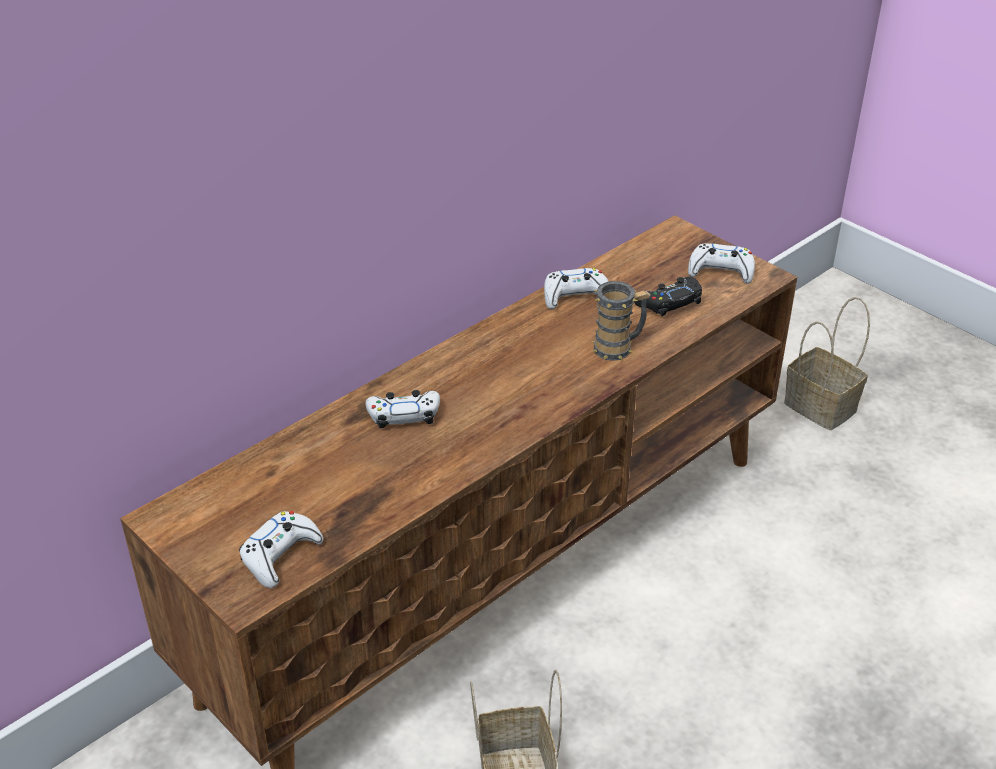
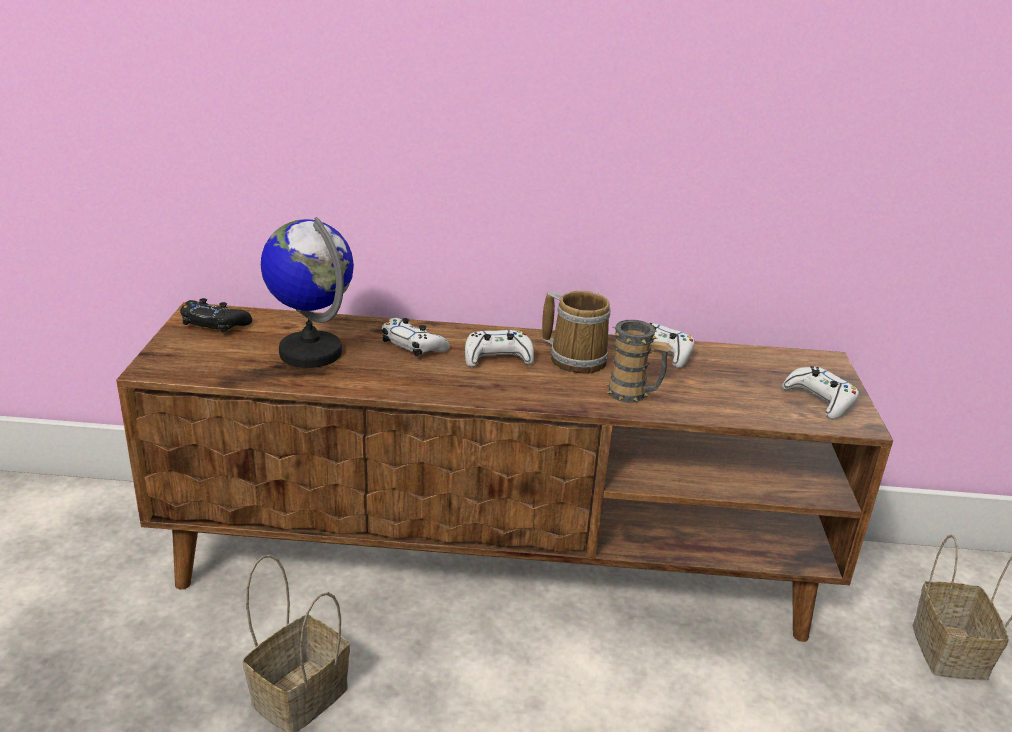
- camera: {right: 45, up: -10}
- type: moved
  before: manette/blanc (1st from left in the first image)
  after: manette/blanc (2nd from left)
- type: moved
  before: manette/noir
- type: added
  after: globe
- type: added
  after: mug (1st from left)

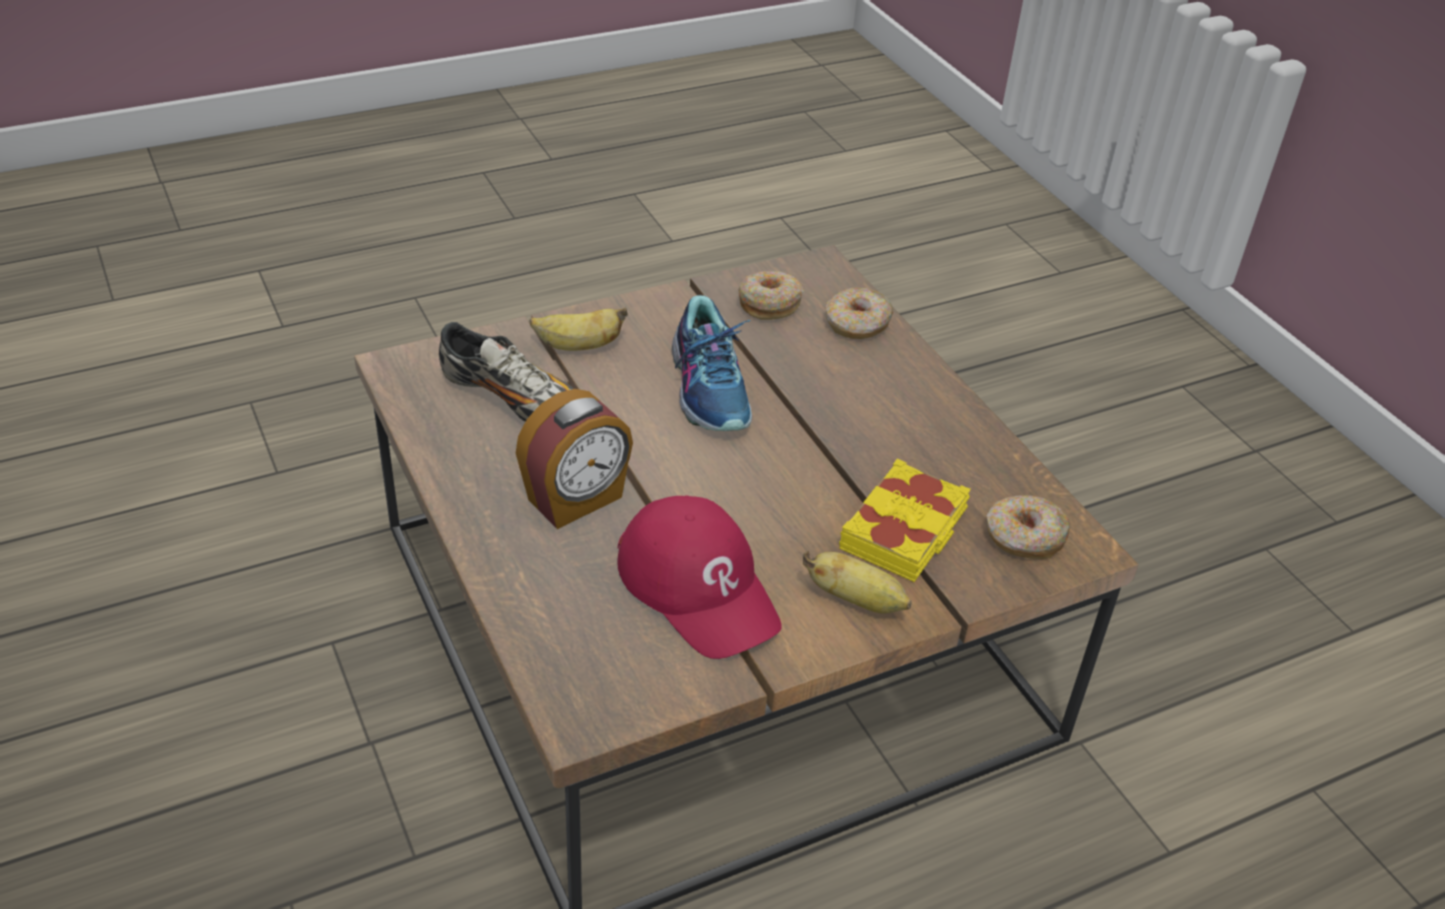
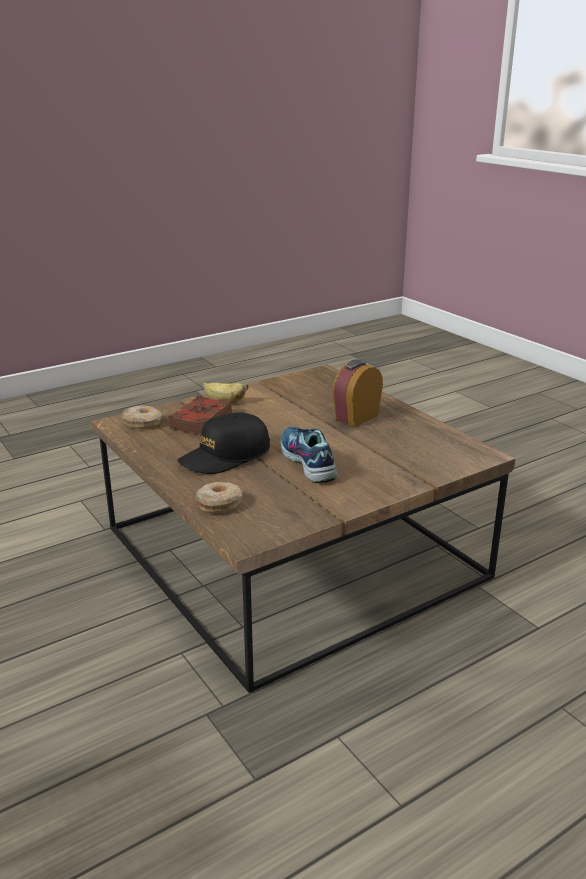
- camera: {right: 175, up: -15}
- type: removed
  before: chaussure (1st from left)
- type: removed
  before: banane (1st from left)
- type: removed
  before: casquette/rouge
- type: removed
  before: beignet (1st from left)
- type: recoloured
  before: livre/jaune
  after: livre/marron
- type: added
  after: casquette/noir

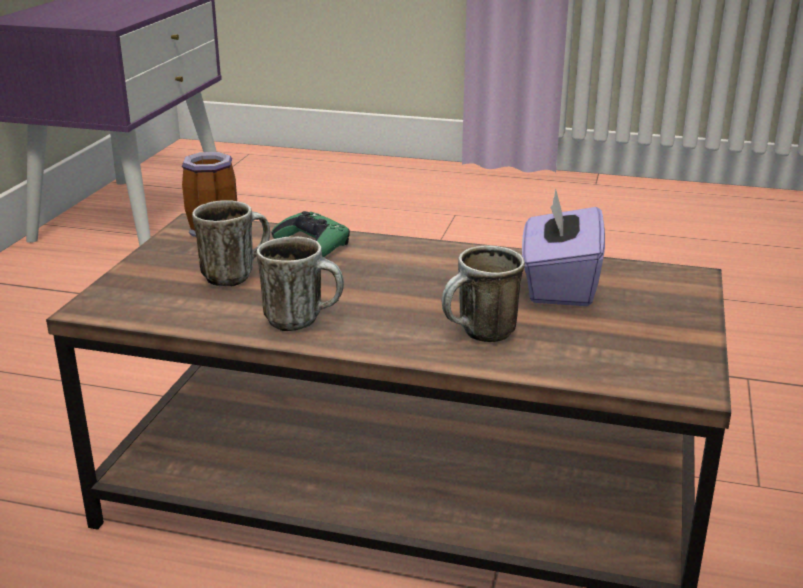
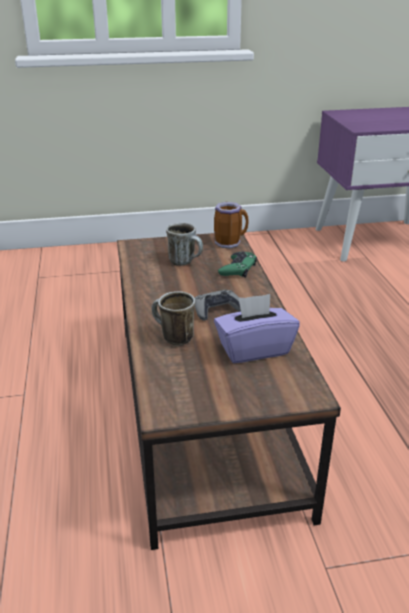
- camera: {right: 65, up: 5}
- type: removed
  before: mug (3rd from left)
- type: added
  after: manette/gris

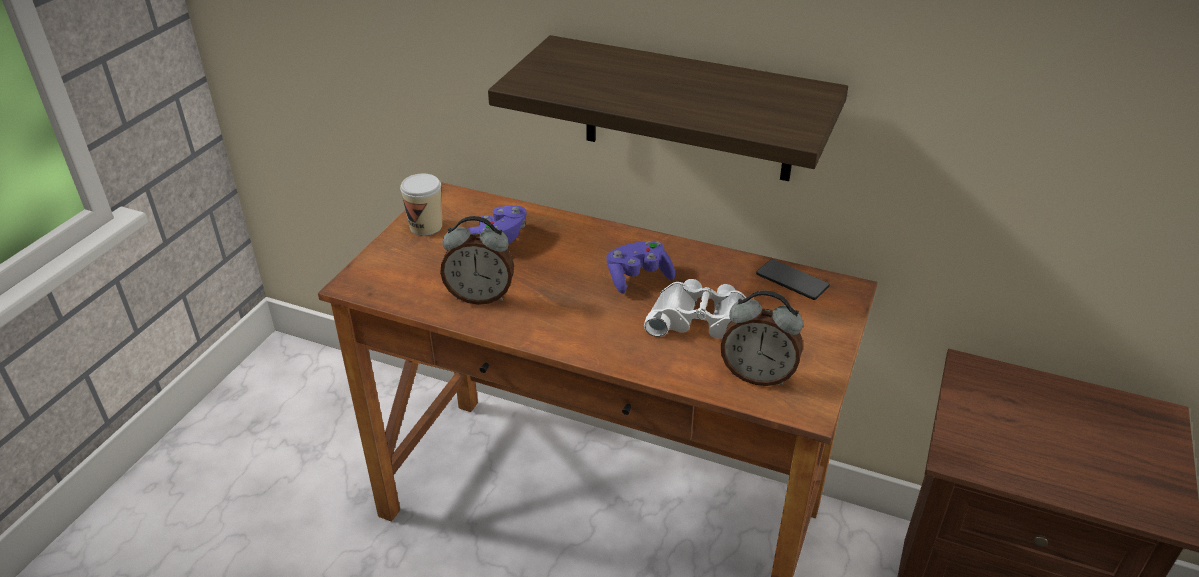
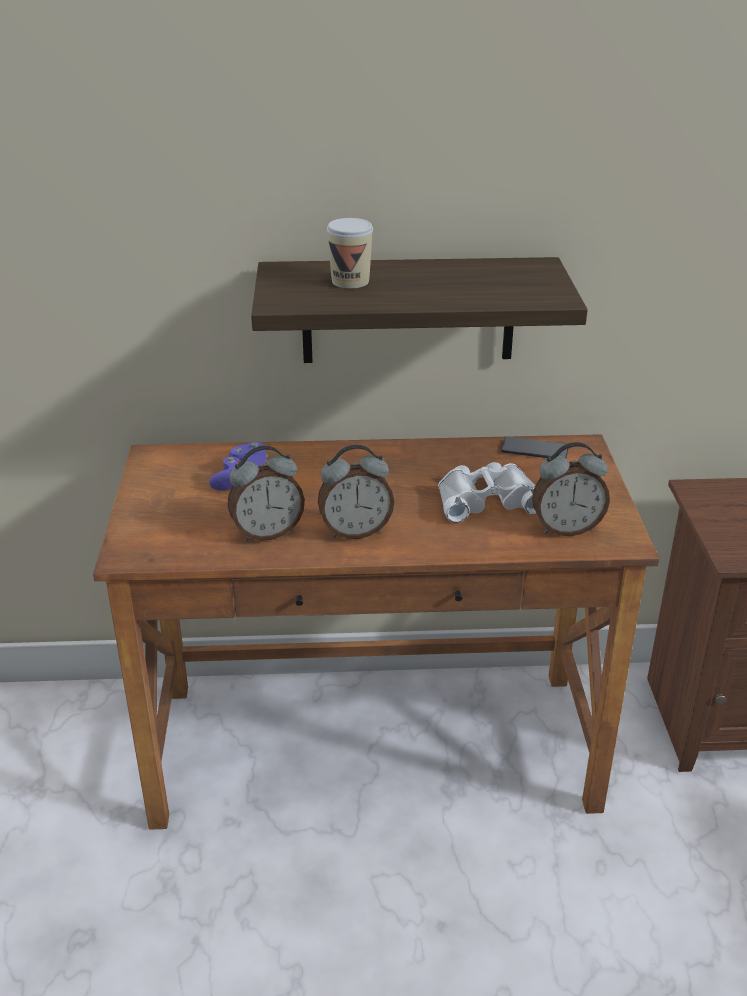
- camera: {right: -25, up: -5}
- type: moved
  before: tasse
- type: removed
  before: manette/violet (2nd from left)
- type: added
  after: réveil (2nd from left)

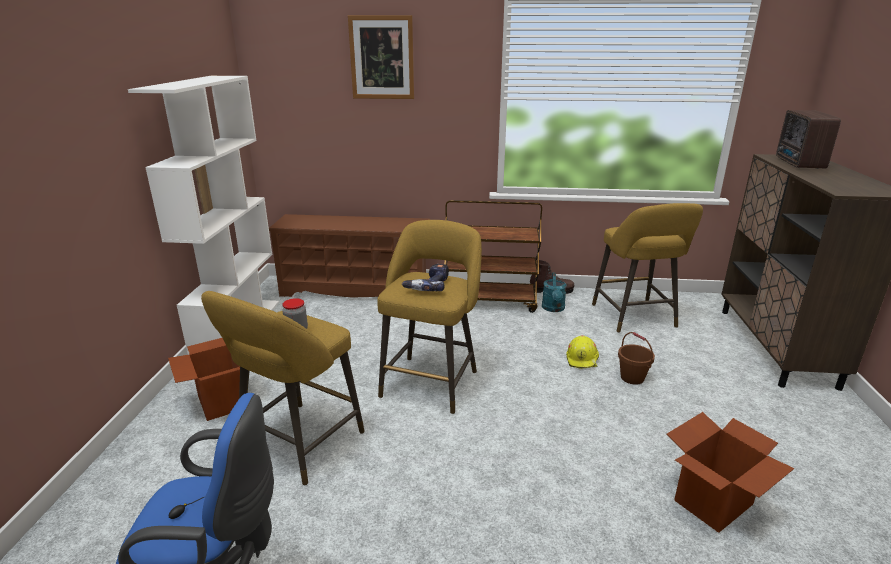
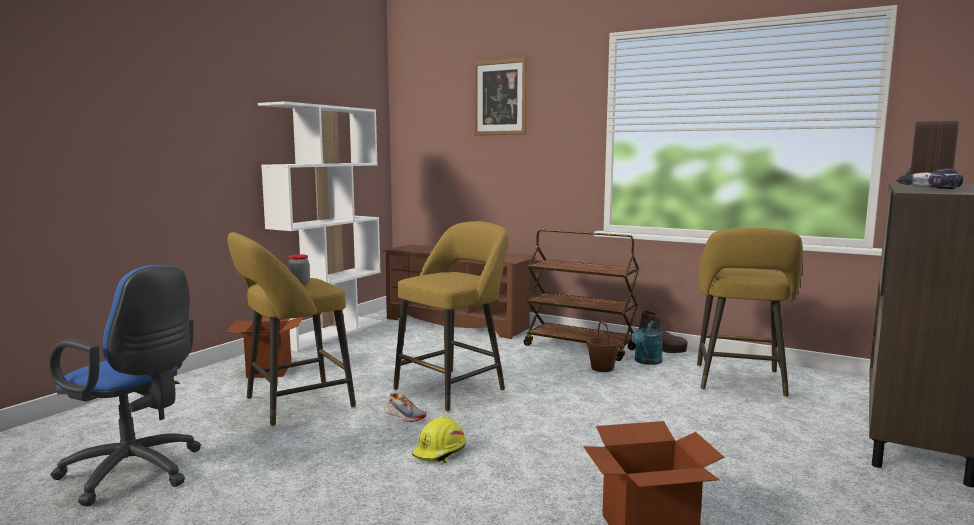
- camera: {right: 25, up: -15}
- type: moved
  before: perceuse
- type: moved
  before: casque de chantier/jaune
- type: moved
  before: seau/marron
- type: added
  after: chaussure

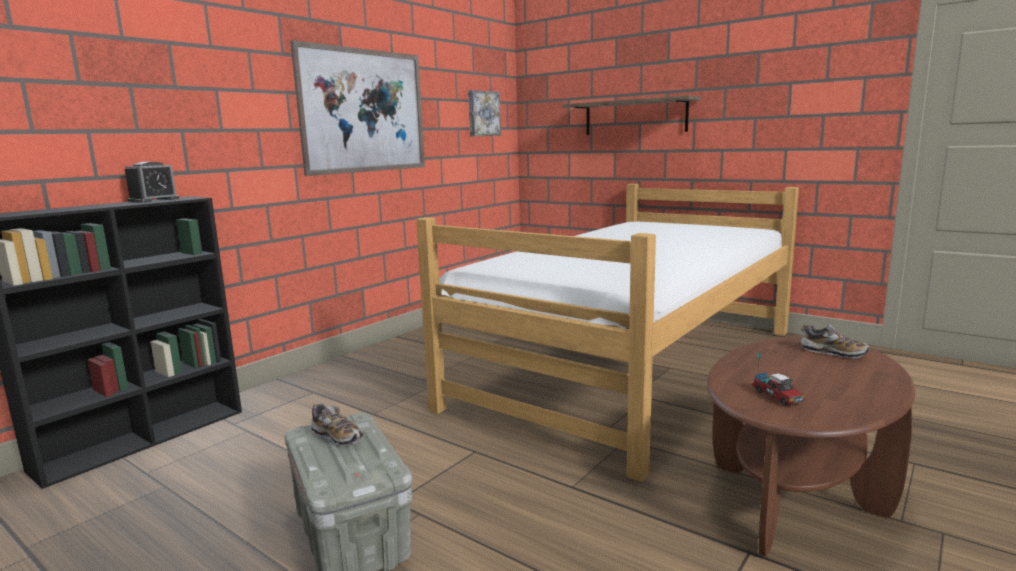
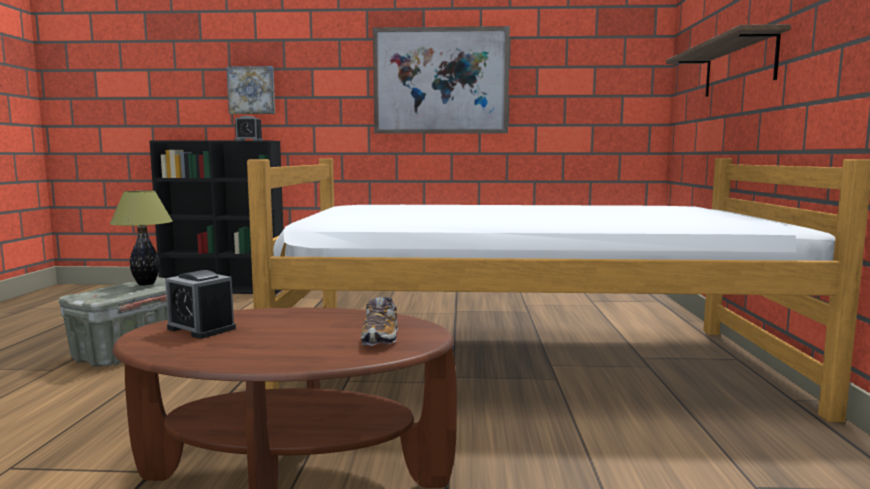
- camera: {right: 55, up: -5}
- type: replaced
  before: chaussure (1st from left)
  after: lampe de table
- type: moved
  before: tableau (2nd from left in the first image)
  after: tableau (1st from left)
- type: replaced
  before: camion jouet
  after: réveil (1st from left)

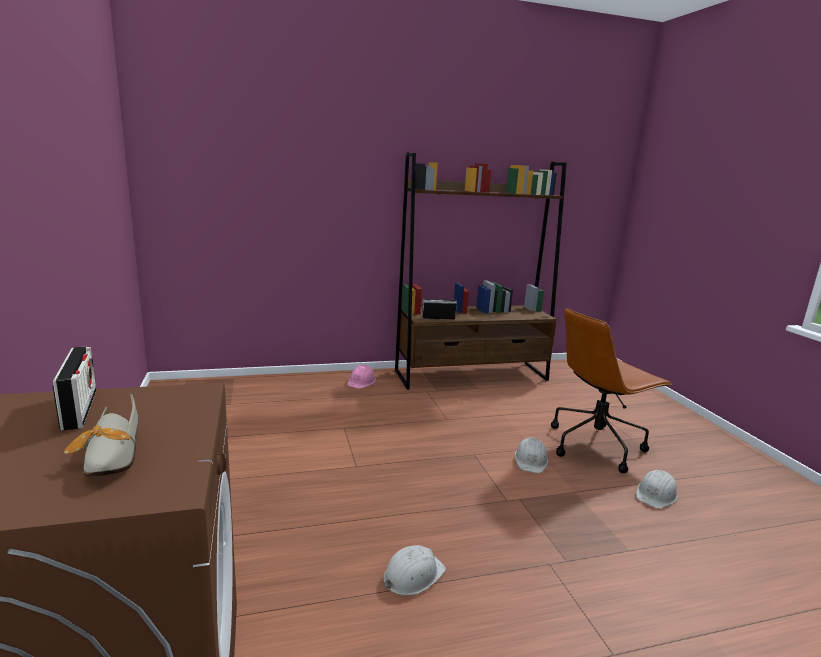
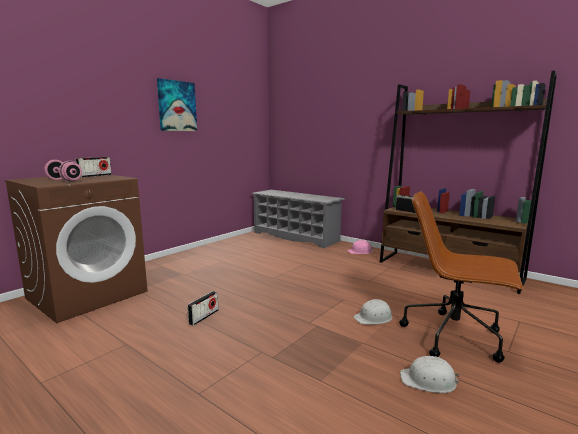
- camera: {right: 55, up: -5}
- type: replaced
  before: chaussure
  after: haltère/rose
- type: replaced
  before: casque de chantier/blanc (1st from left)
  after: radio (2nd from left)
- type: added
  after: tableau
- type: added
  after: étagère à chaussures/gris

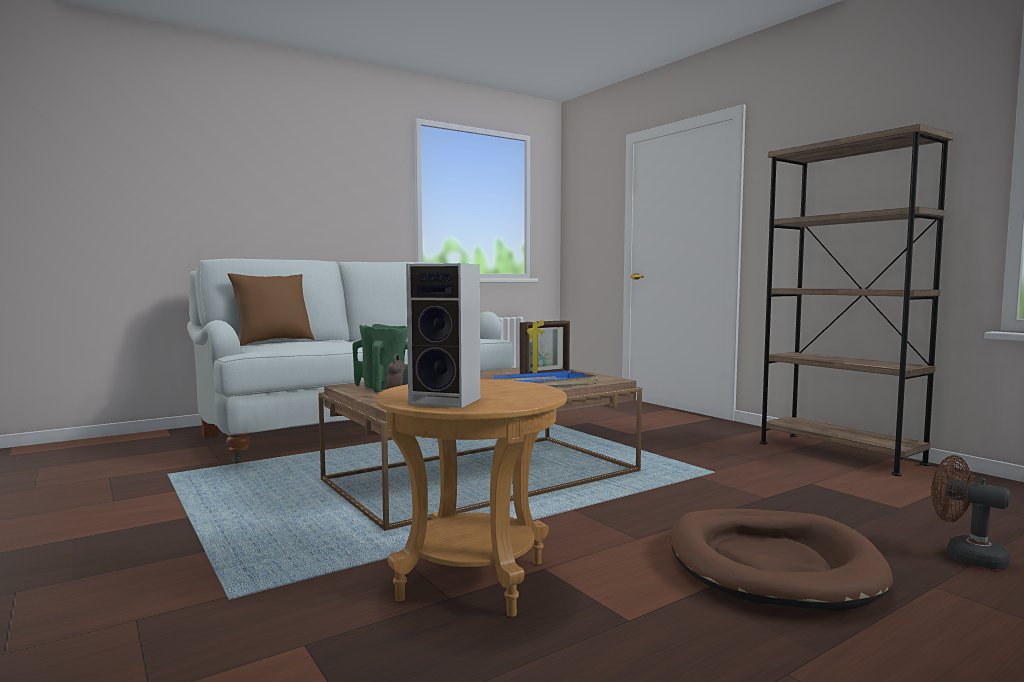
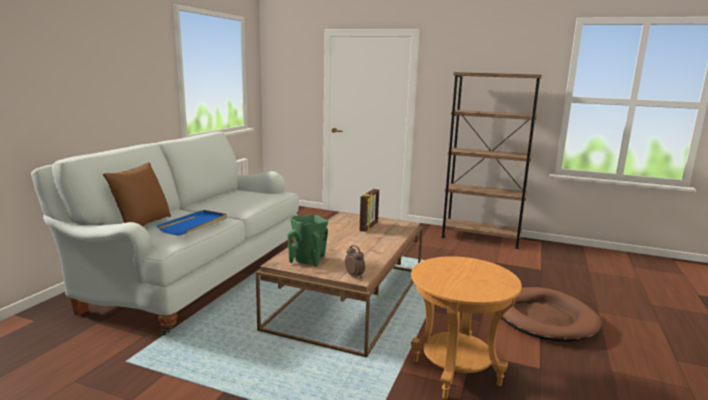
- camera: {right: -35, up: 10}
- type: removed
  before: enceinte
- type: moved
  before: plateau/bleu
- type: removed
  before: ventilateur/marron

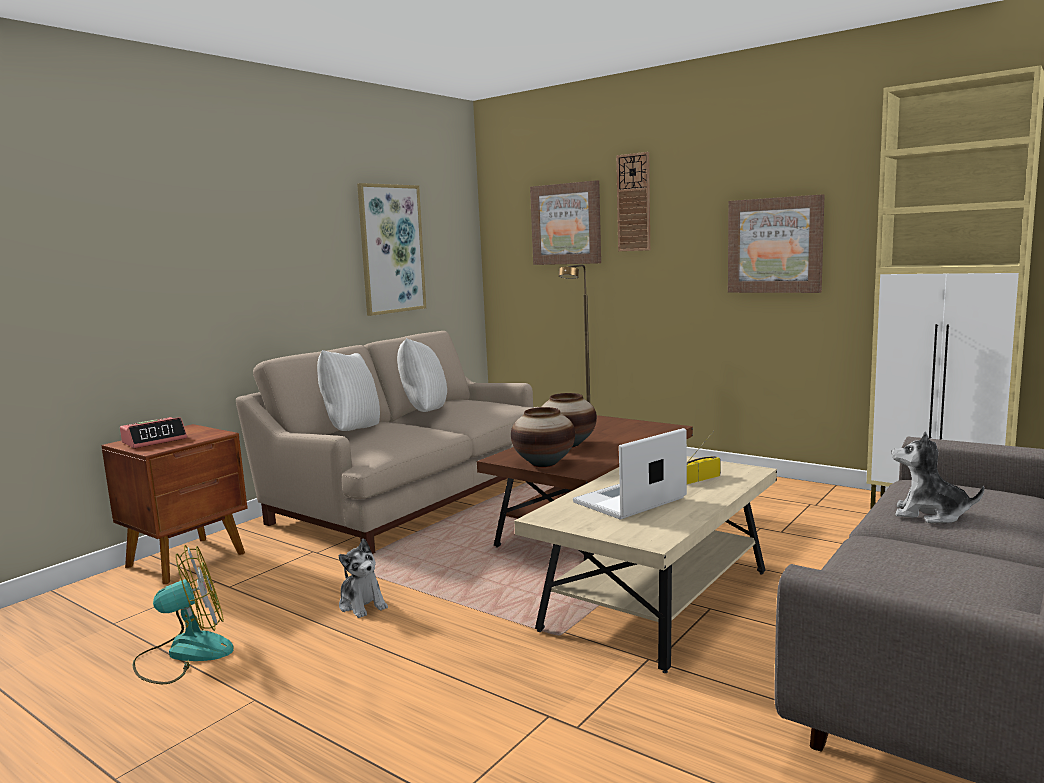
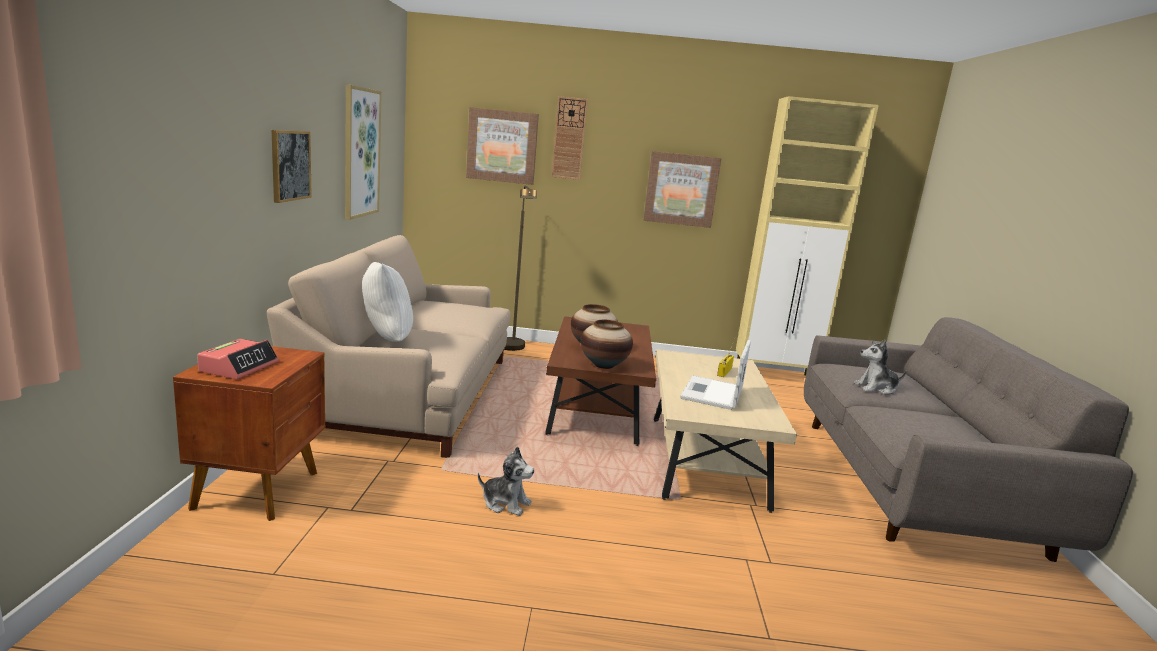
- camera: {right: -35, up: 5}
- type: removed
  before: ventilateur
- type: removed
  before: coussin/blanc (2nd from left)
- type: added
  after: tableau (1st from left)

